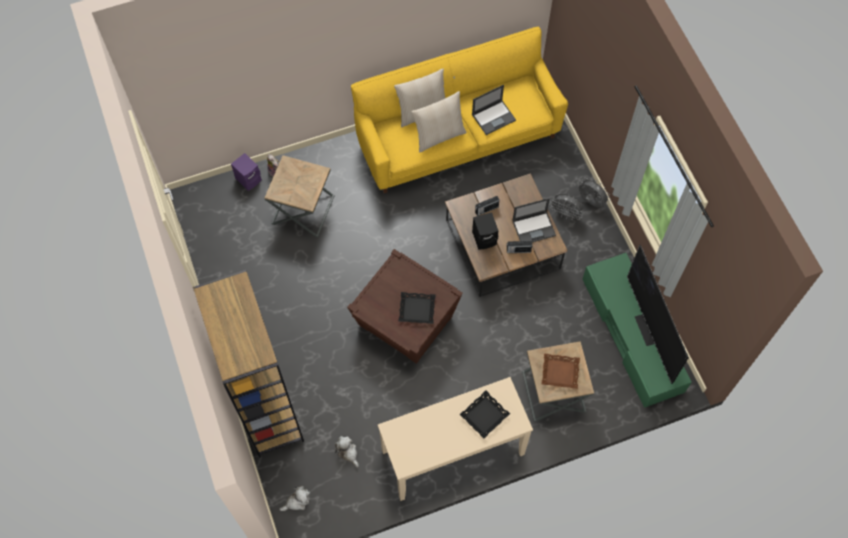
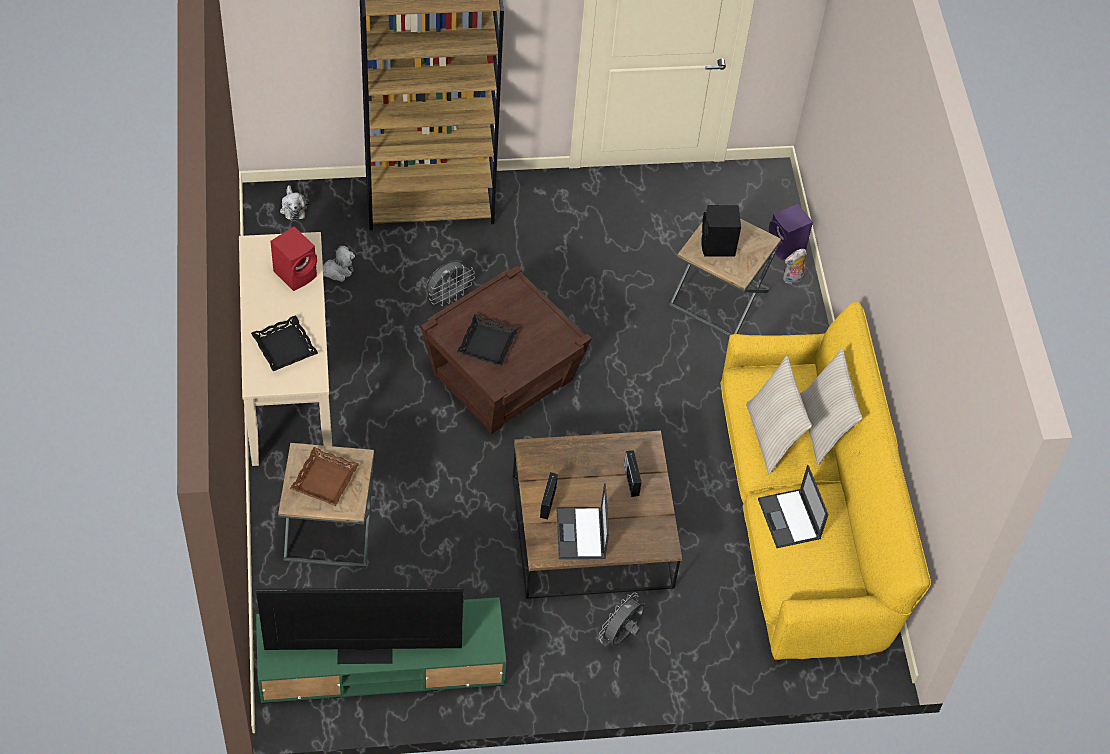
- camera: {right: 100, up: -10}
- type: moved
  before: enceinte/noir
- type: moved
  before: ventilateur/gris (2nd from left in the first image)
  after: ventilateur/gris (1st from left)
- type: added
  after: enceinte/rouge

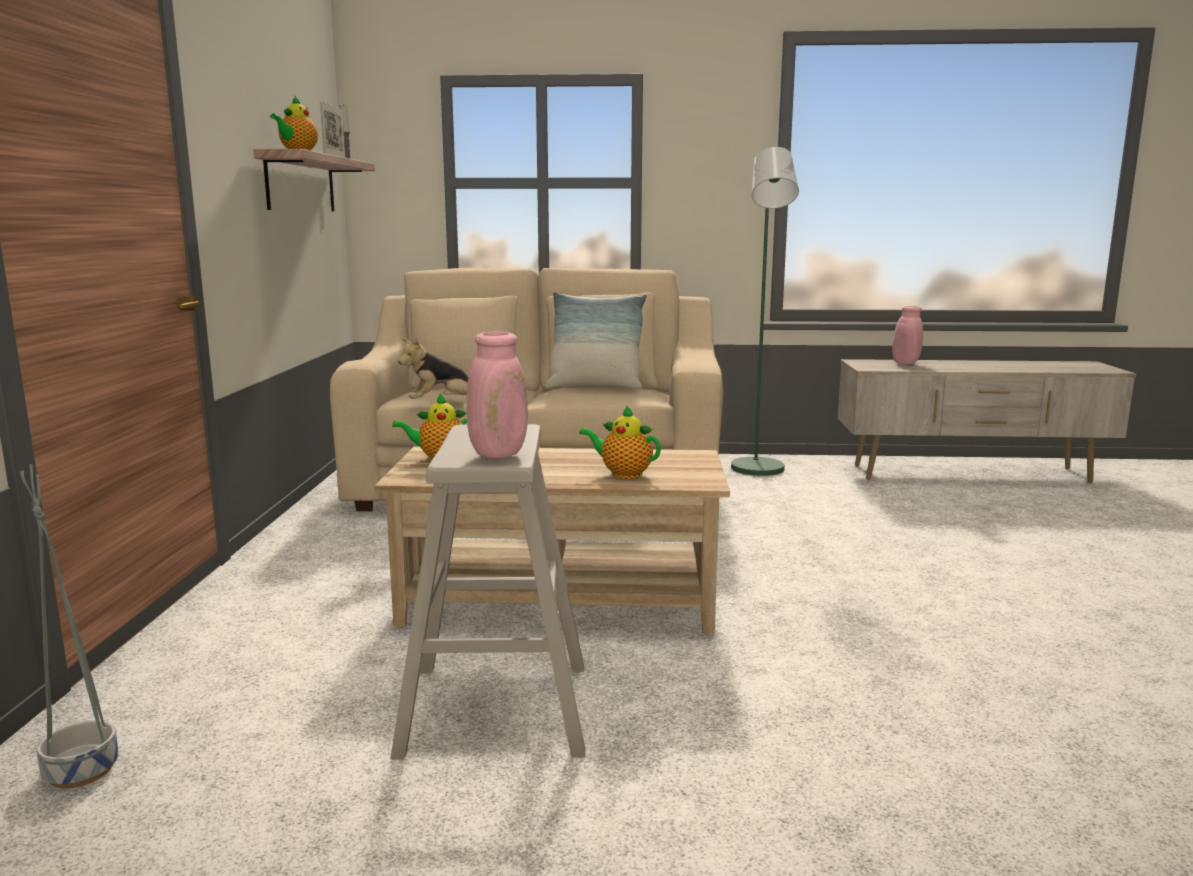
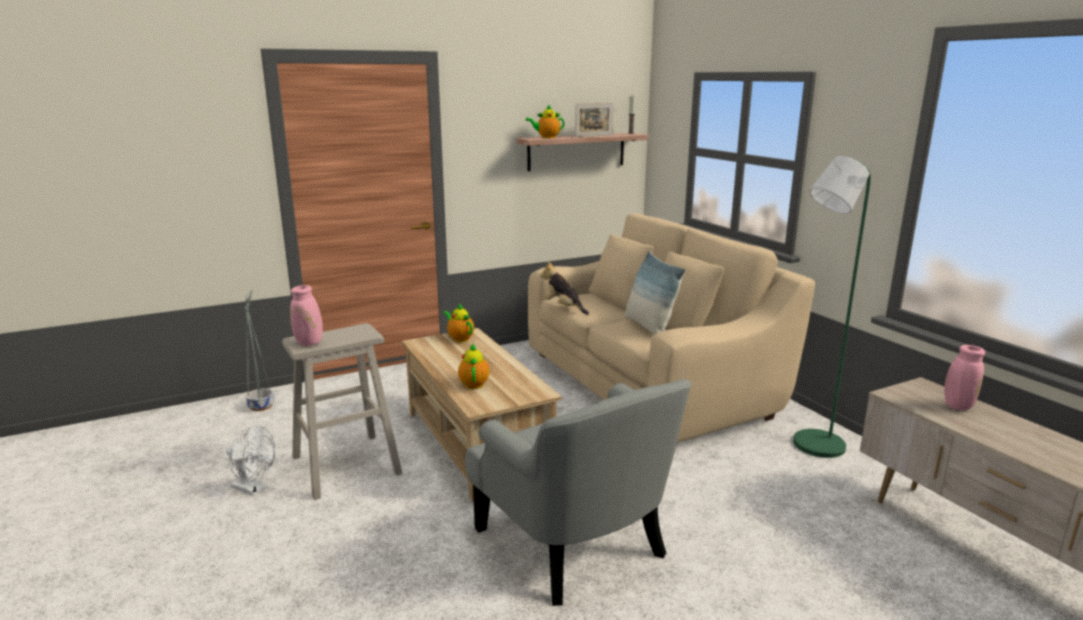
- camera: {right: 60, up: 5}
- type: added
  after: ventilateur/blanc
- type: added
  after: fauteuil/gris

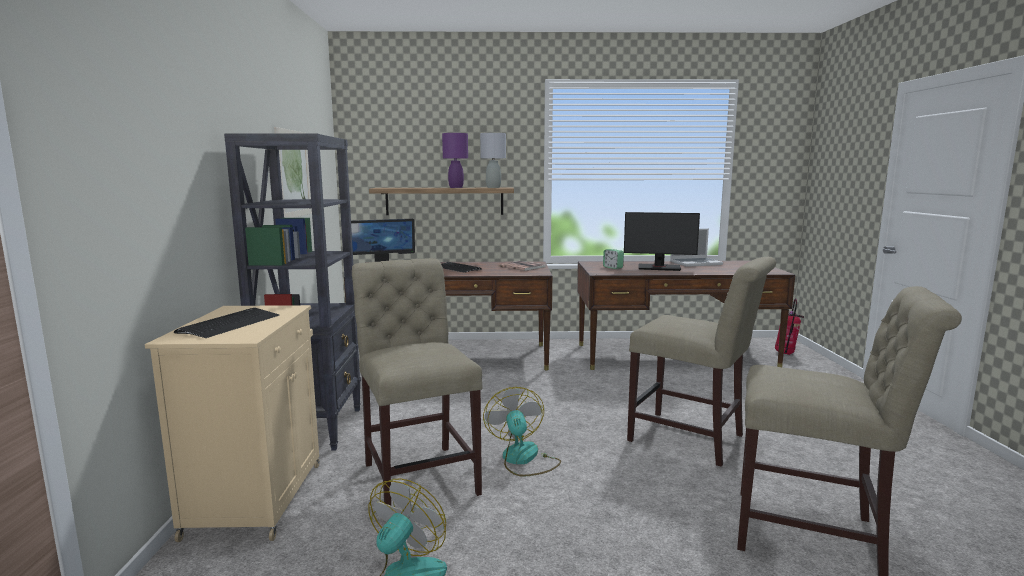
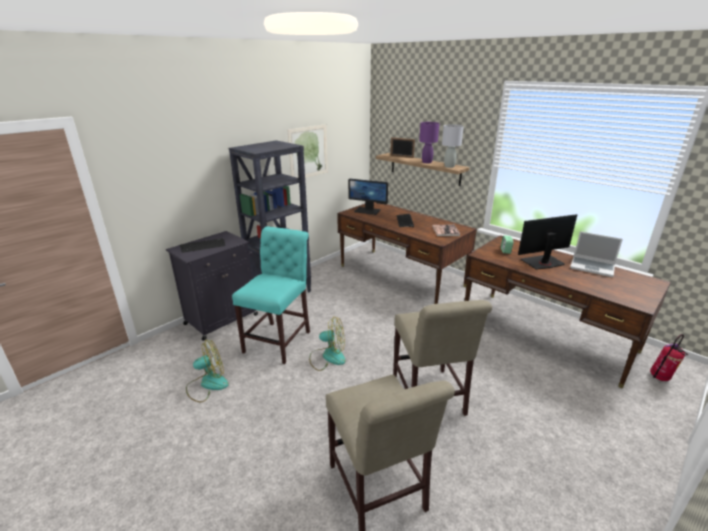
- camera: {right: 45, up: 15}
- type: recoloured
  before: meuble de rangement/beige
  after: meuble de rangement/noir
- type: recoloured
  before: chaise/beige (1st from left)
  after: chaise/turquoise
- type: turned
  before: ventilateur (2nd from left)
  turn: 60
- type: turned
  before: écran d'ordinateur (2nd from left)
  turn: 105
- type: added
  after: cadre photo

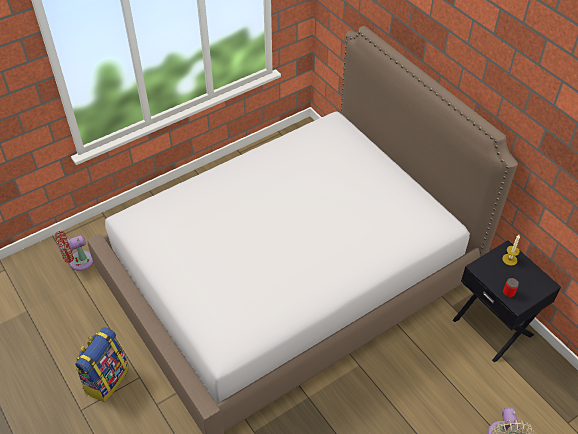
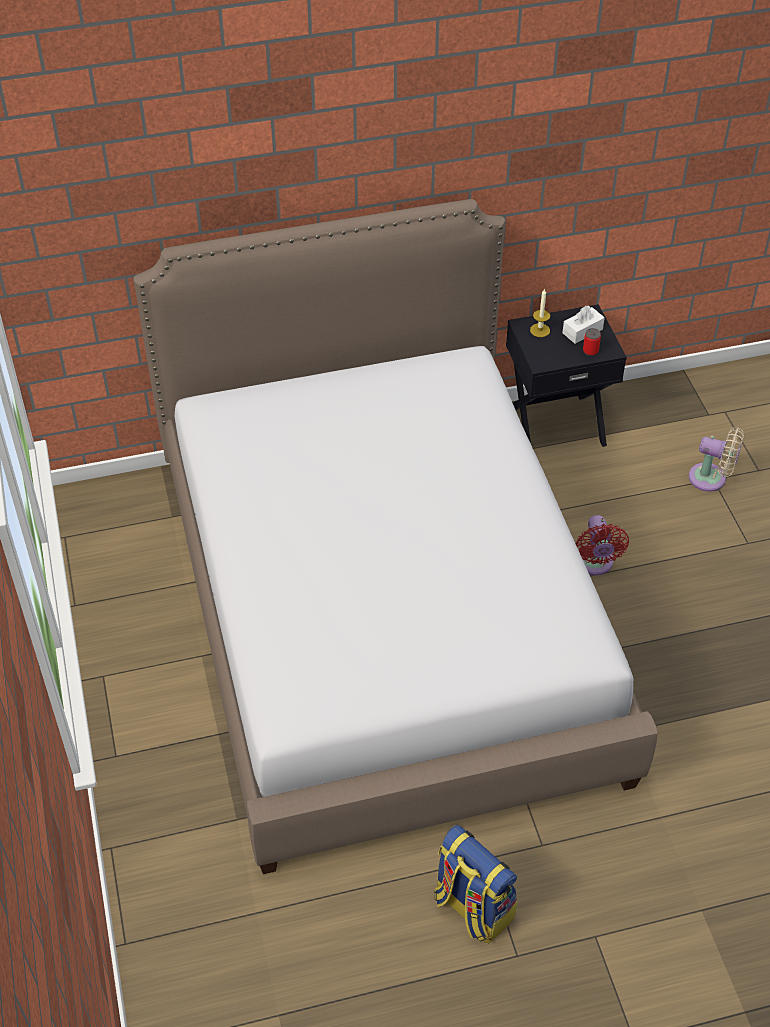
- camera: {right: -70, up: 0}
- type: moved
  before: ventilateur/rouge
- type: added
  after: boîte à mouchoirs/blanc

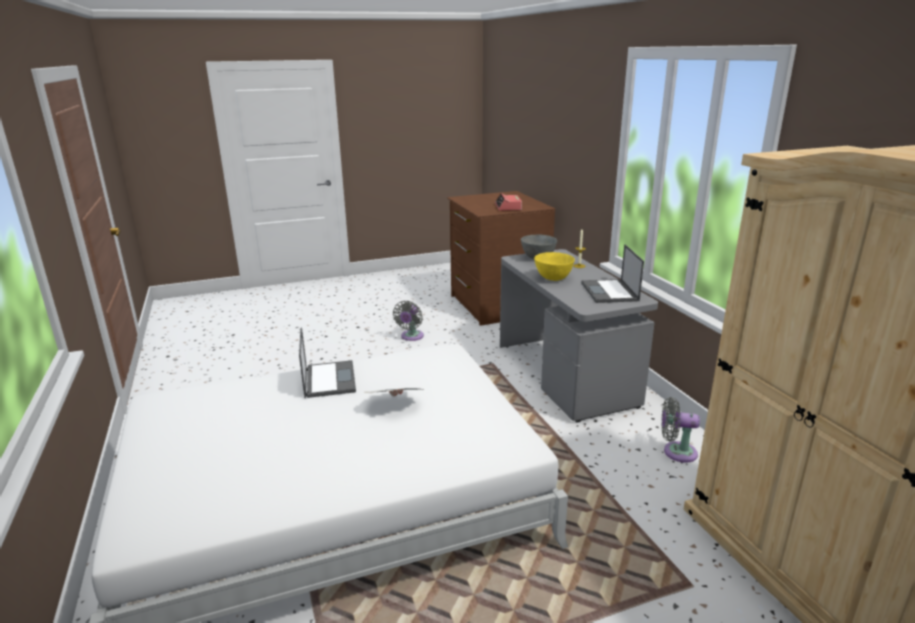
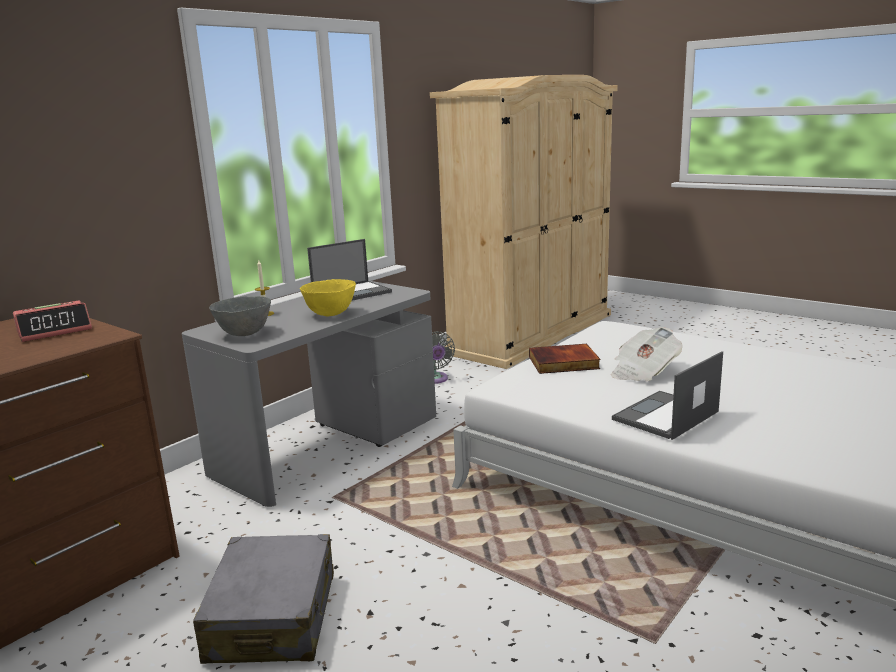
- camera: {right: -120, up: -5}
- type: replaced
  before: ventilateur/gris (1st from left)
  after: valise/gris
- type: added
  after: livre

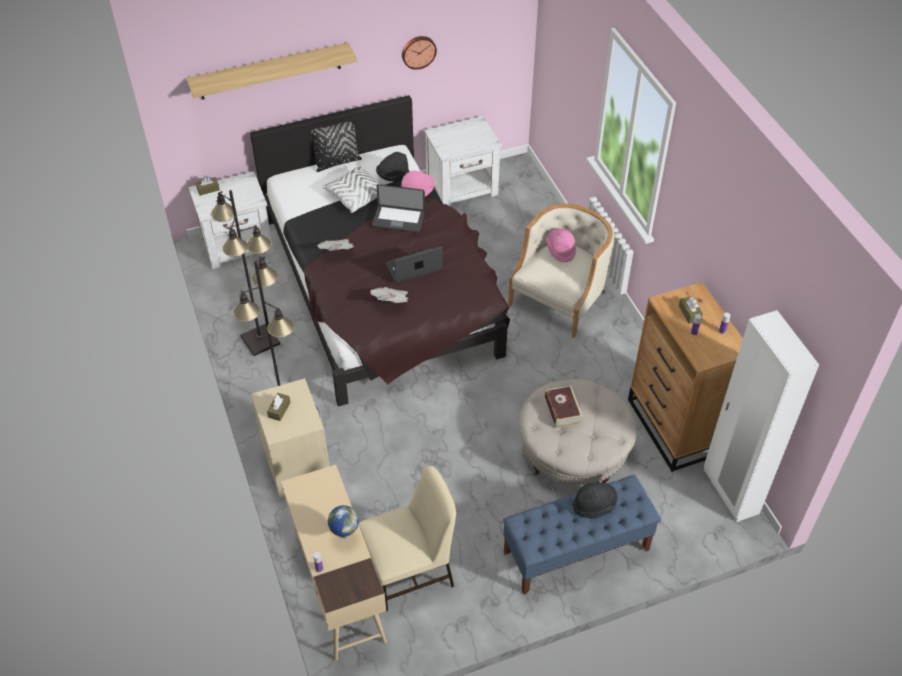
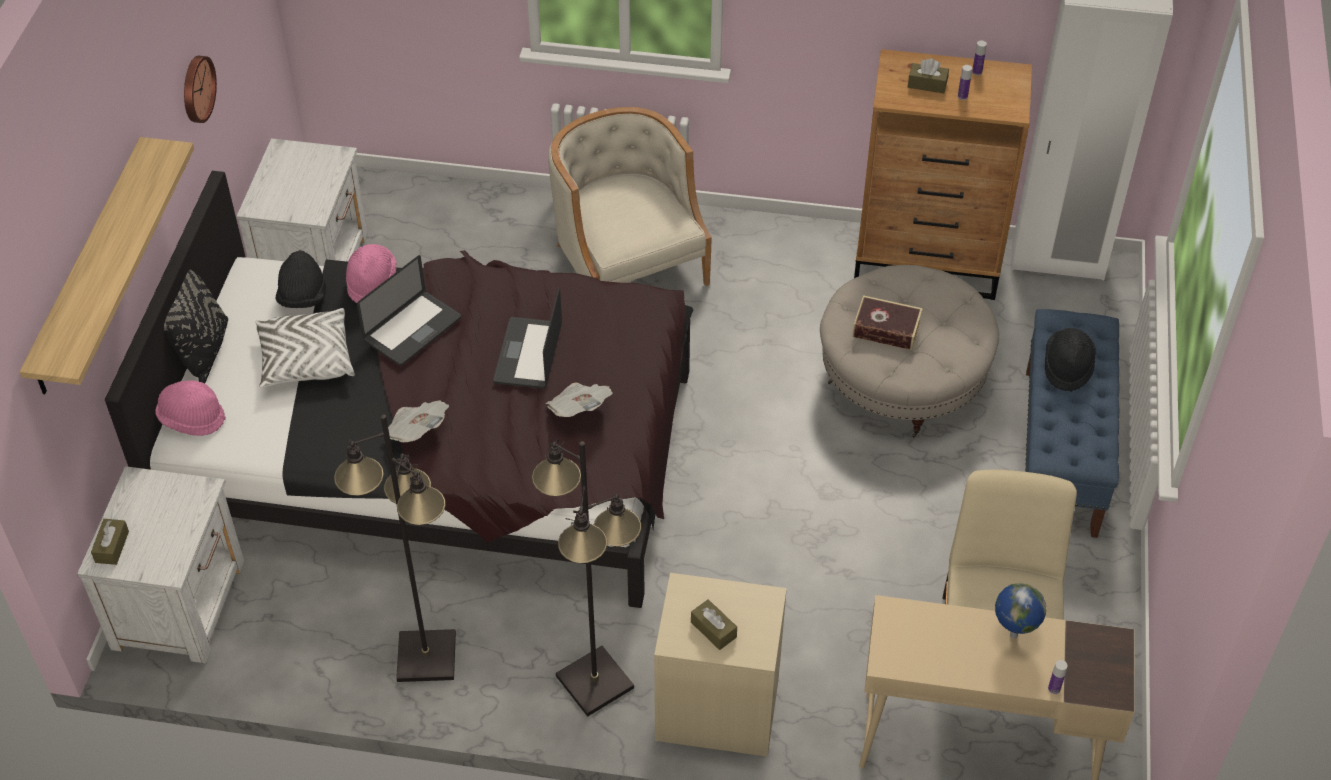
- camera: {right: -60, up: 0}
- type: moved
  before: chapeau/rose (2nd from left in the first image)
  after: chapeau/rose (1st from left)

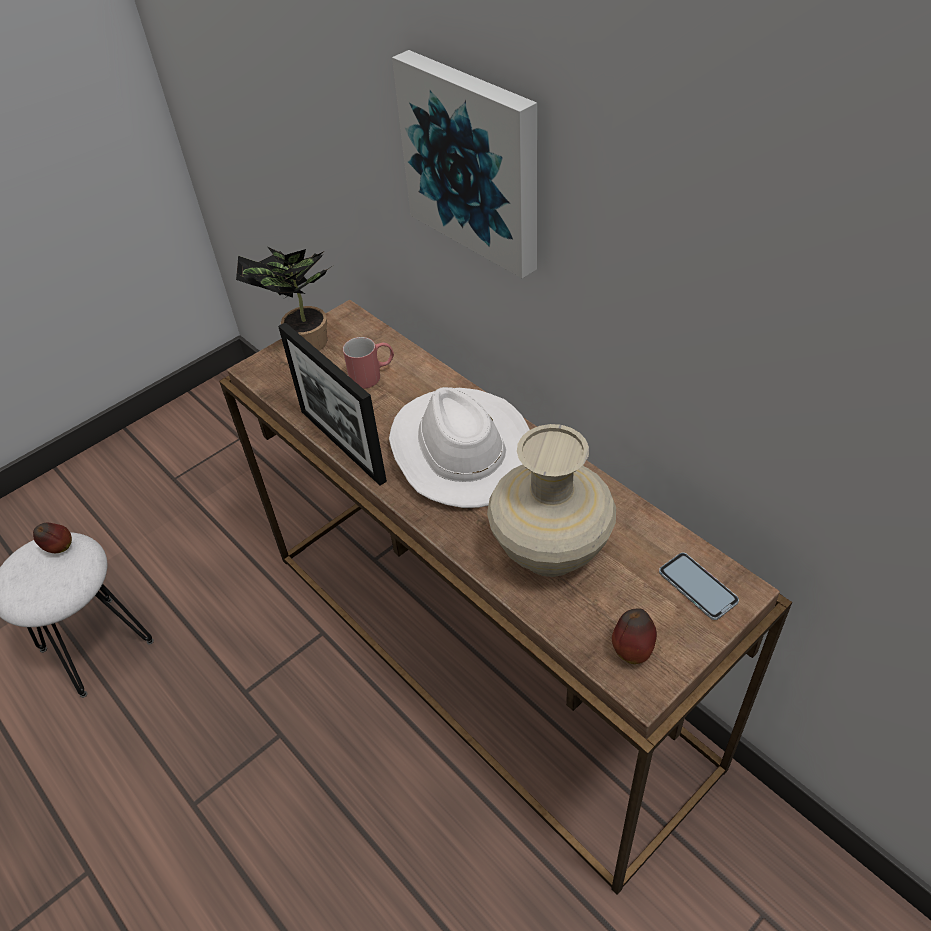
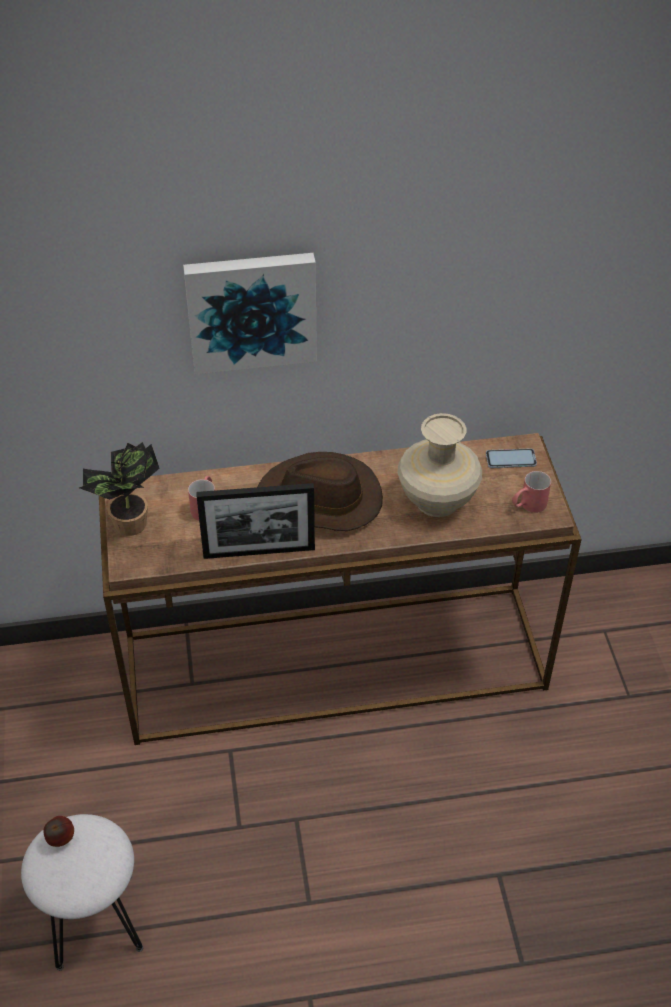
- camera: {right: -60, up: 0}
- type: recoloured
  before: chapeau/blanc
  after: chapeau/marron
- type: replaced
  before: pomme (2nd from left)
  after: mug/rouge (2nd from left)

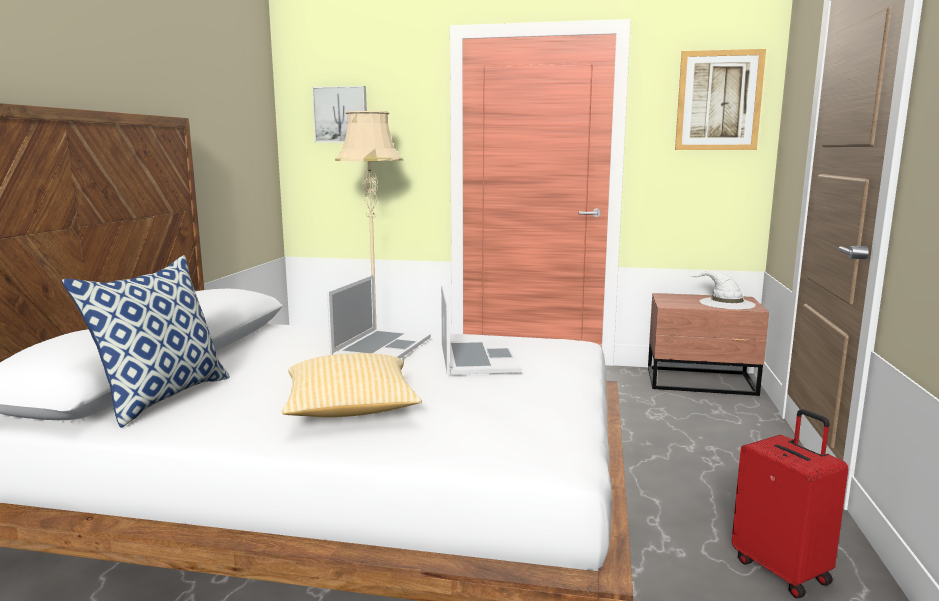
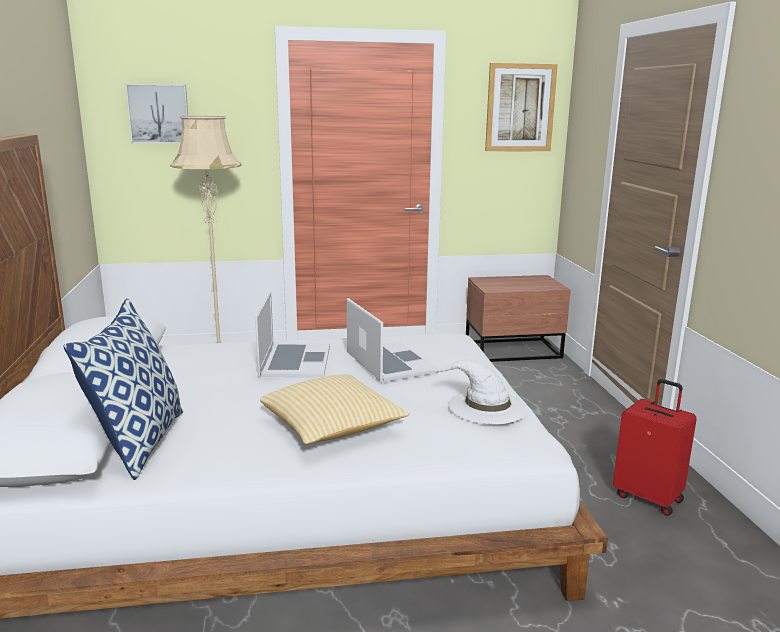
- camera: {right: -20, up: 5}
- type: moved
  before: chapeau/blanc

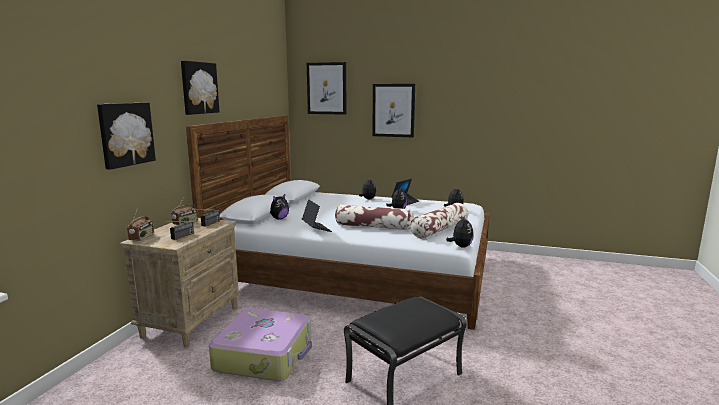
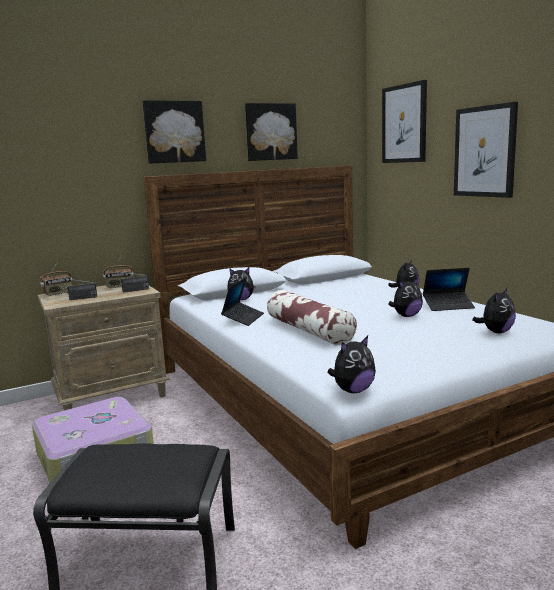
- camera: {right: 45, up: 0}
- type: moved
  before: tableau (1st from left in the first image)
  after: tableau (2nd from left)
- type: removed
  before: coussin (2nd from left)

